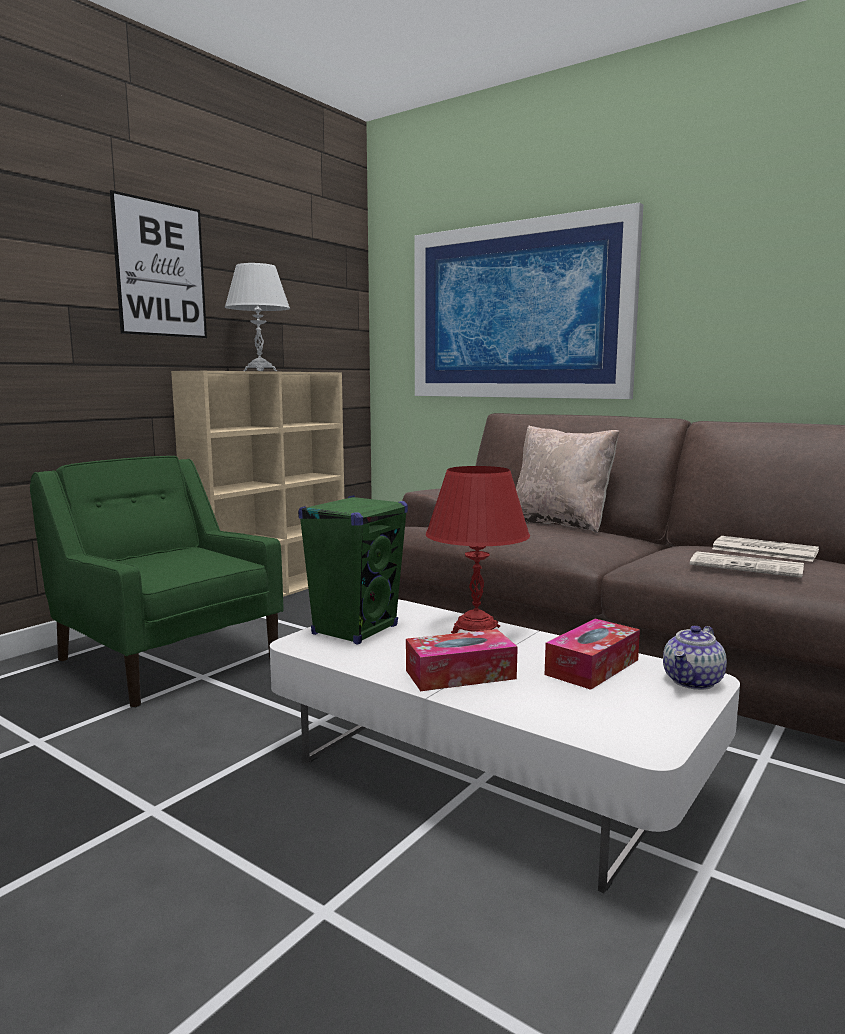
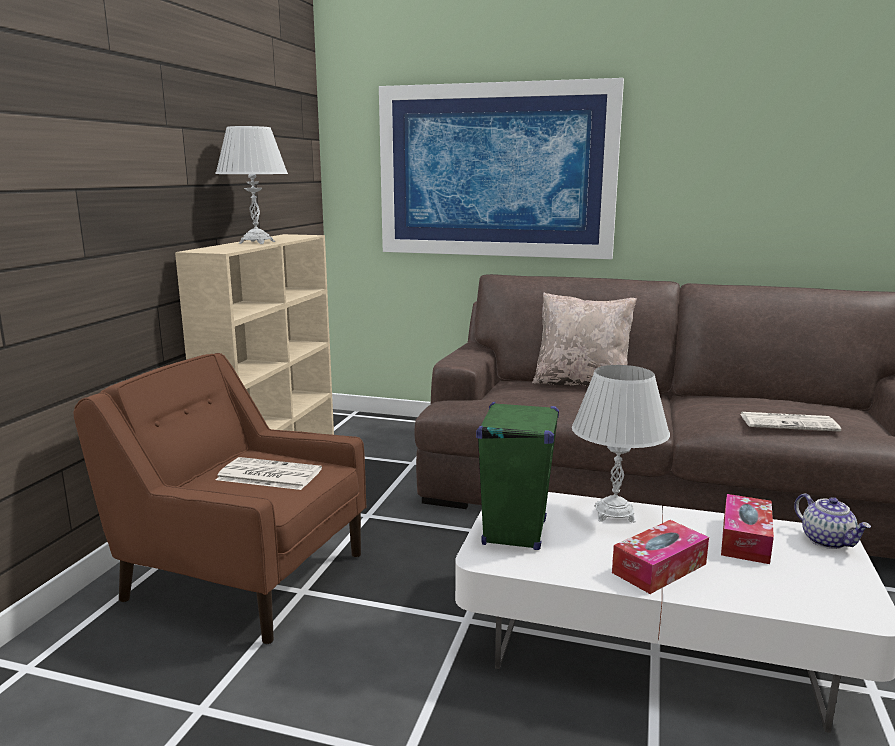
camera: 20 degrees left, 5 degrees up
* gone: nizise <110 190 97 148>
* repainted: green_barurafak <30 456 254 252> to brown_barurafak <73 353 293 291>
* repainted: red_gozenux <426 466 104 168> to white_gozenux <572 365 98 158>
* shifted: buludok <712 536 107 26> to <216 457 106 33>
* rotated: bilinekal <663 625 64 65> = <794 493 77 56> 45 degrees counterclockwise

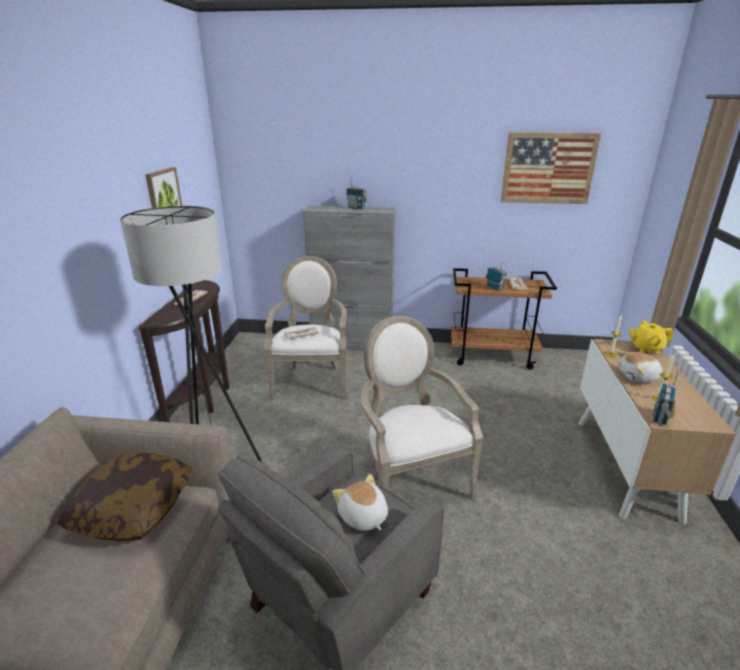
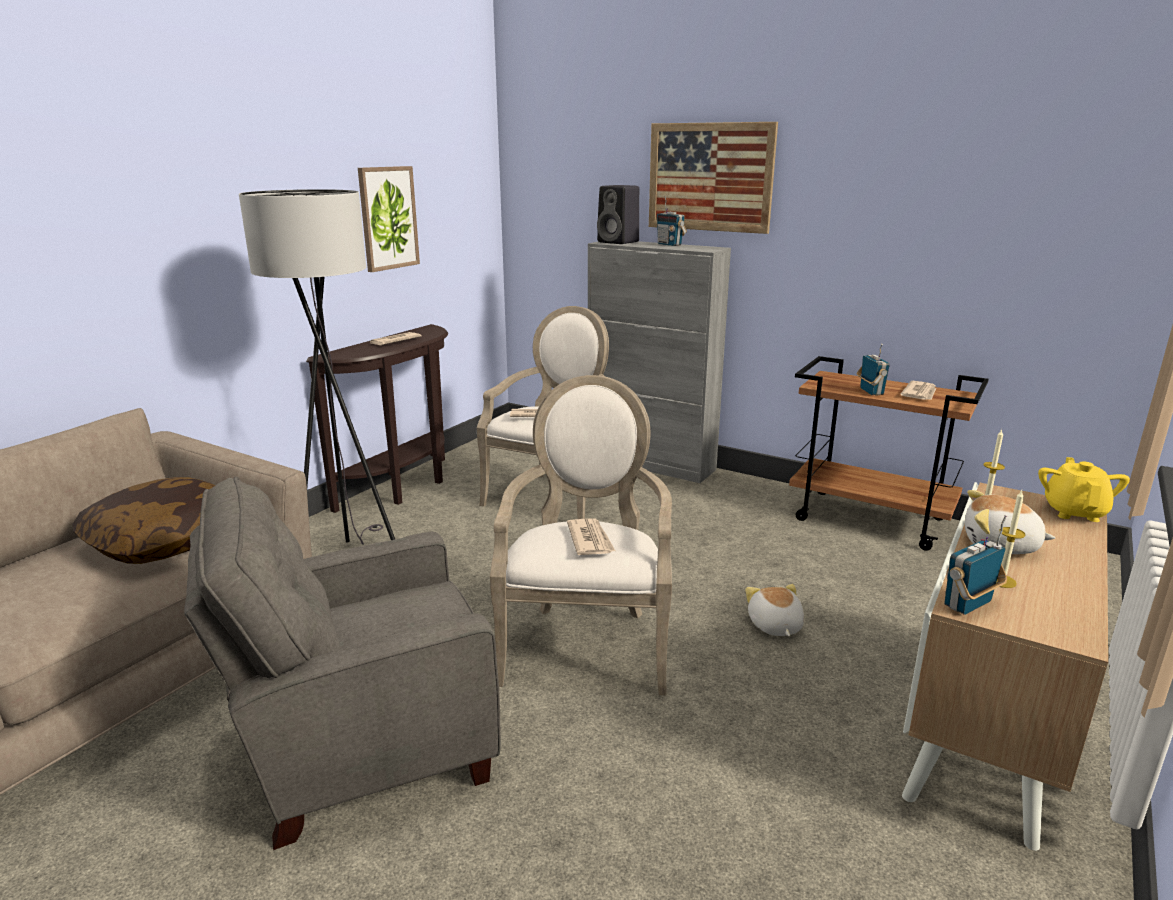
camera: 25 degrees right, 5 degrees down
* shifted: nizise <501 132 100 72> to <649 122 129 112>
* rotated: yellow_bilinekal <629 321 44 32> = <1038 457 92 65> 75 degrees clockwise
* shifted: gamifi <332 474 56 57> to <745 584 59 52>
* new: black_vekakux <597 185 42 59>
* new: buludok <567 519 48 36>

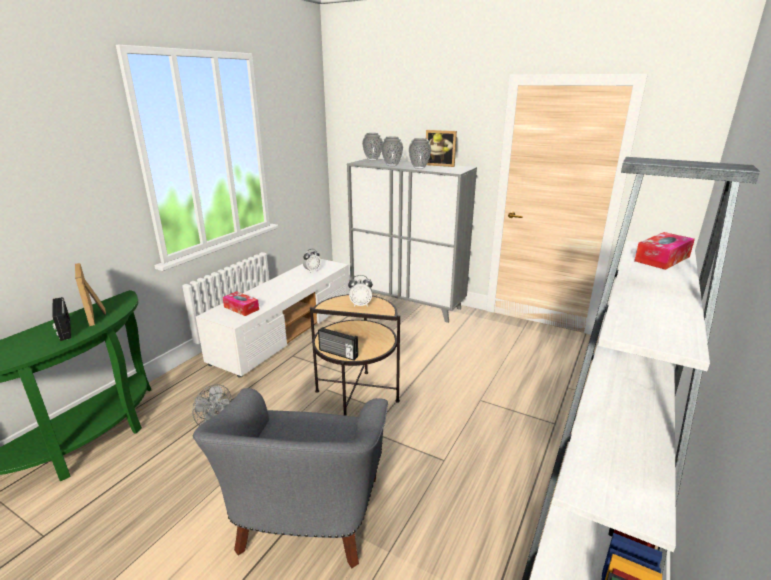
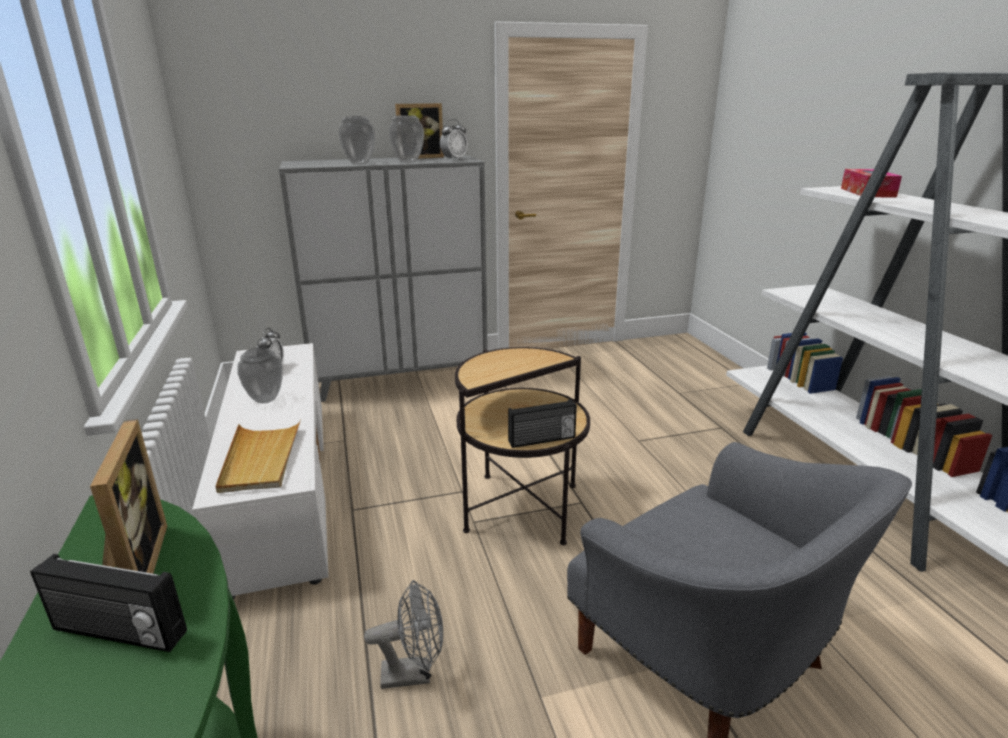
camera: 45 degrees left, 0 degrees up
* shifted: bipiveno <362 133 21 28> to <237 347 46 56>
* rotated: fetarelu <75 263 31 63> = <90 419 77 155> 120 degrees counterclockwise
* shifted: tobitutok <348 275 25 32> to <440 119 28 41>
* swapped: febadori <222 291 37 25> to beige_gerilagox <215 419 86 74>

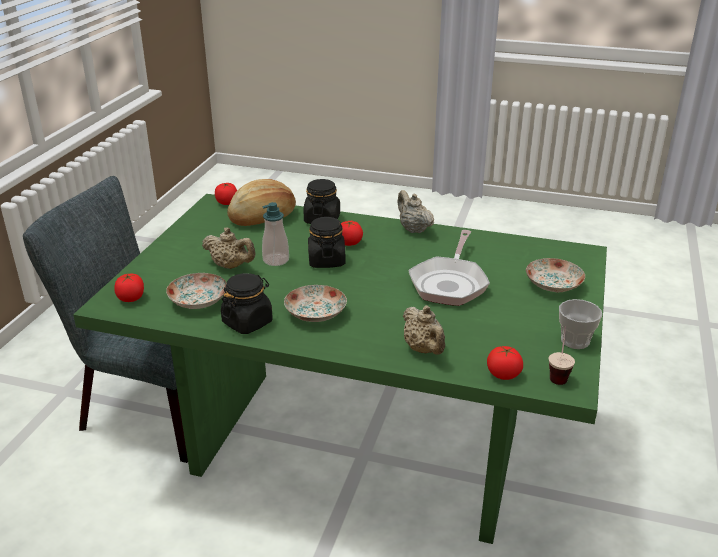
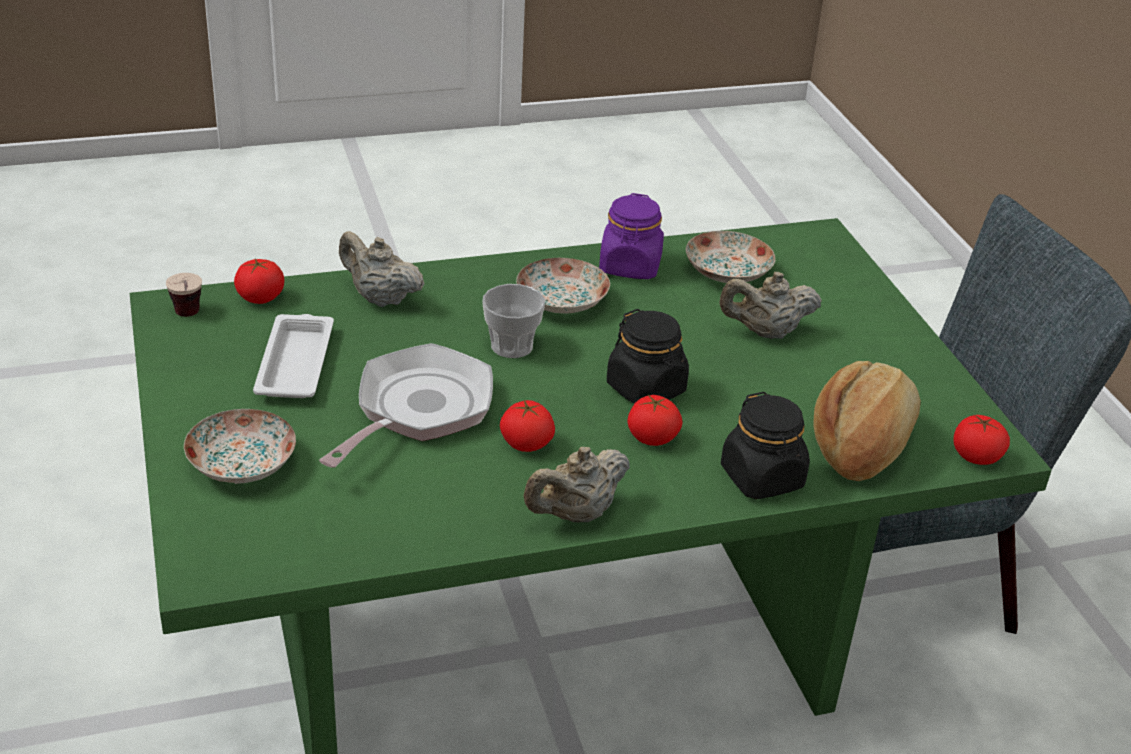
camera: 145 degrees right, 5 degrees up
* rotated: beige_bilinekal <397 190 37 43> = <524 447 106 75> 120 degrees clockwise
* gone: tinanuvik <262 202 27 64>
* rotated: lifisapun <408 230 82 76> = <319 343 174 125> 45 degrees clockwise
* repainted: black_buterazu <221 273 52 61> to purple_buterazu <599 193 65 86>
* shifted: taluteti <114 274 30 28> to <500 400 55 52>
* shifted: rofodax <559 299 43 50> to <482 284 63 74>
* new: white_gerilagox <253 314 81 84>

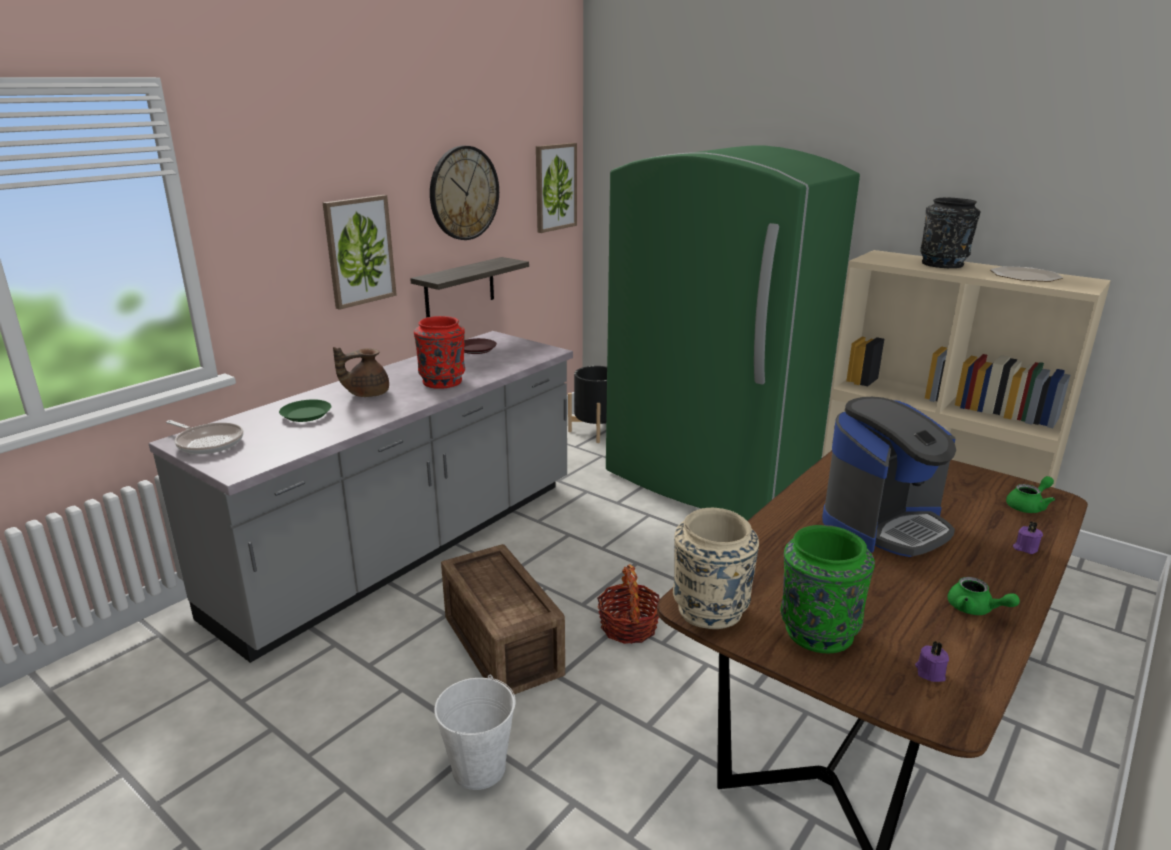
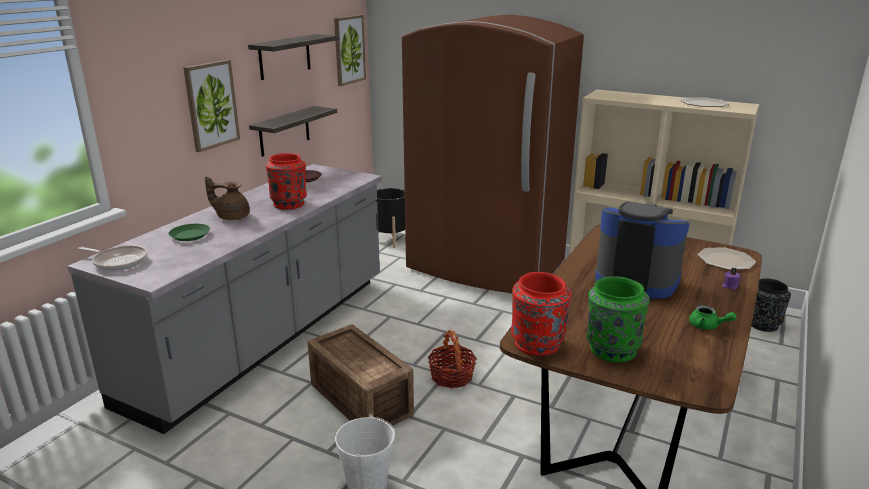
camera: 10 degrees left, 0 degrees up
* swapped: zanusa <430 146 69 94> to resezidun <248 34 91 46>
* repainted: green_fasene <606 146 254 375> to brown_fasene <402 15 182 278>
* shifted: black_bipiveno <920 198 61 70> to <752 278 39 54>
* rotated: brown_bilinekal <333 347 56 50> = <205 176 45 44> 45 degrees clockwise
* rotated: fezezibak <822 397 134 160> = <595 201 95 98> 105 degrees counterclockwise
* swapped: green_bilinekal <1006 476 49 37> to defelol <698 247 58 23>
* repainted: beige_bipiveno <673 508 86 121> to red_bipiveno <511 272 60 84>
* gone: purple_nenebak <915 641 34 41>

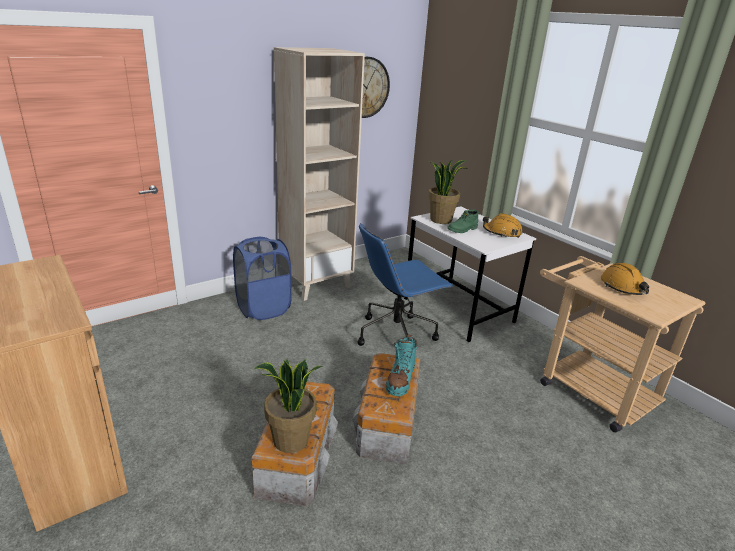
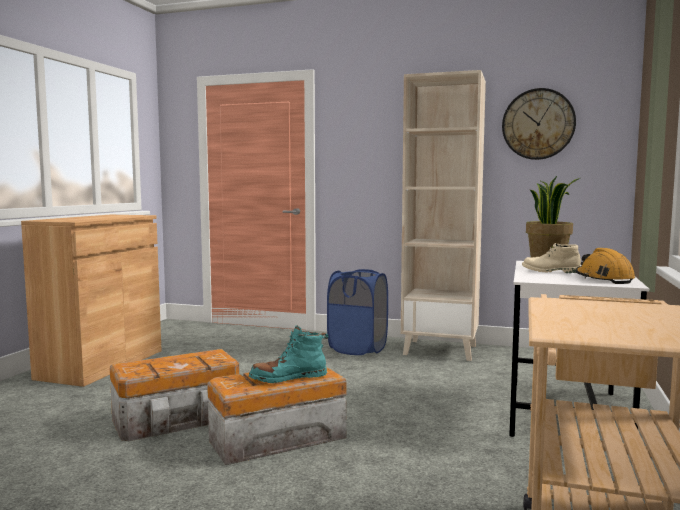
camera: 55 degrees right, 20 degrees down
* repainted: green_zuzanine <447 210 32 23> to beige_zuzanine <522 243 59 30>
* gone: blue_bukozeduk <358 223 96 123>
* gone: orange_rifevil <601 263 48 32>
* gone: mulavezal <254 359 69 94>

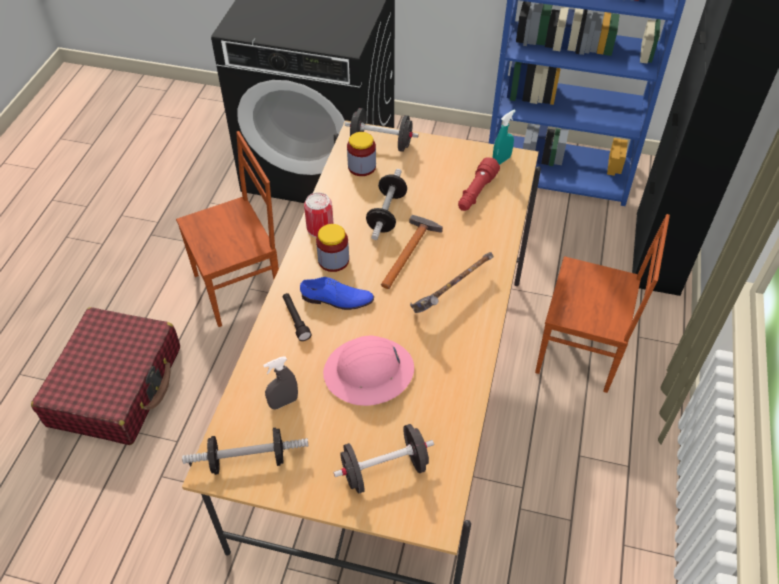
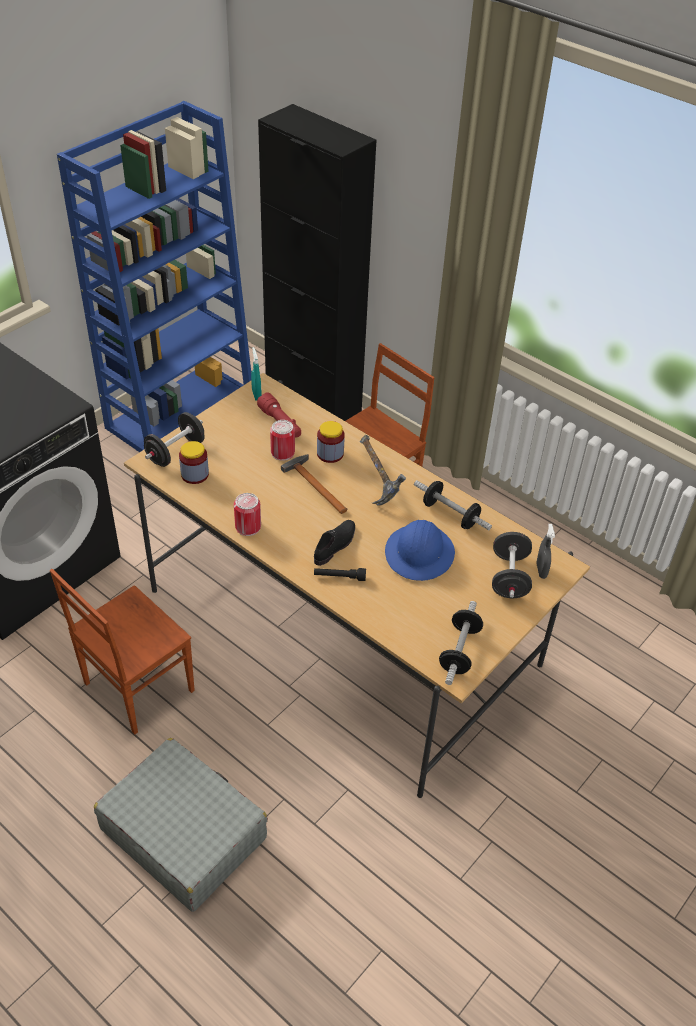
camera: 65 degrees left, 5 degrees down
* rotated: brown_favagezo <176 131 103 196> = <50 569 145 166> 135 degrees counterclockwise
* shifted: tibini <366 169 41 71> to <414 480 78 50>
* shifted: buterazu <316 224 33 48> to <317 421 28 42>
* repainted: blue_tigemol <300 277 74 33> to black_tigemol <314 520 41 46>
* repainted: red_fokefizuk <31 307 149 138> to grey_fokefizuk <94 738 174 174>
* repainted: pink_rifevil <323 336 91 70> to blue_rifevil <385 520 70 61>
* shifted: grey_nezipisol <263 356 35 54> to <536 524 19 55>
* new: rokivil <270 420 25 41>

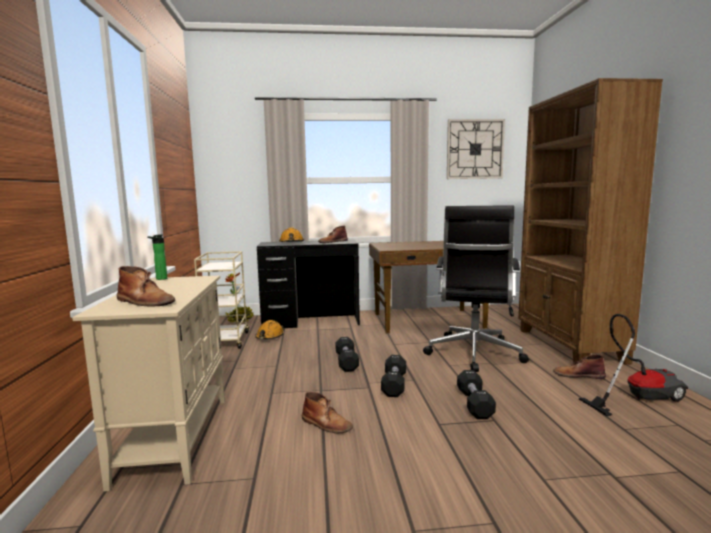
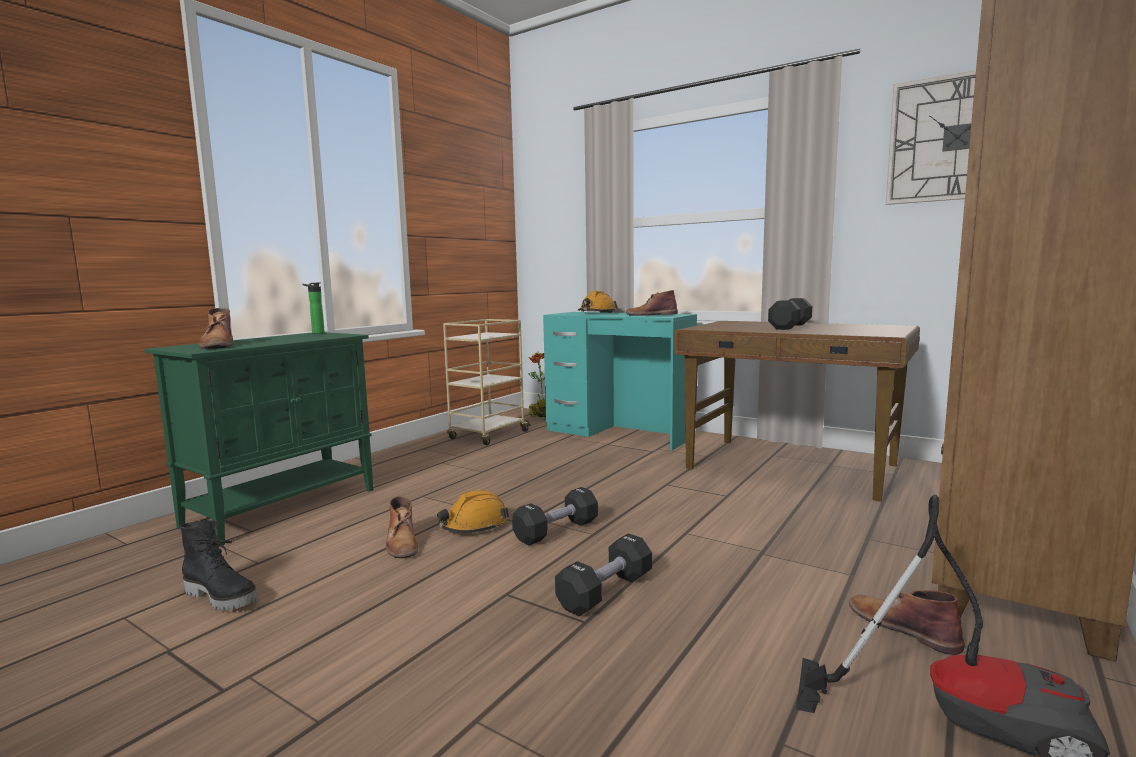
camera: 40 degrees right, 0 degrees up
* gone: black_bukozeduk <423 205 106 167>
* repainted: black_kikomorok <257 240 103 88> to turquoise_kikomorok <543 312 154 138>
* repainted: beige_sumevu <72 276 153 216> to green_sumevu <144 332 230 215>
* shifted: orange_rifevil <255 320 29 19> to <437 490 72 43>
* shifted: black_tibini <335 337 24 35> to <768 298 44 32>
* new: black_zuzanine <179 520 78 91>

